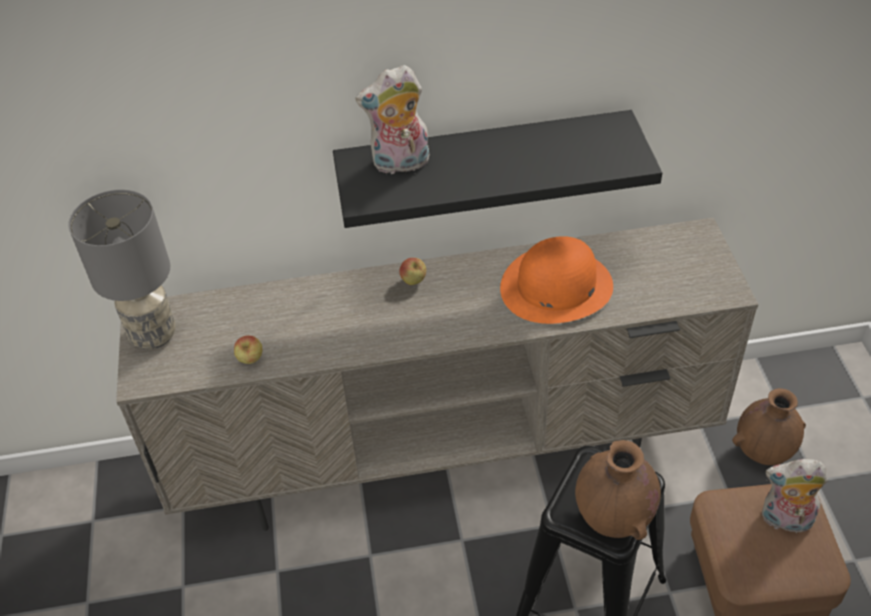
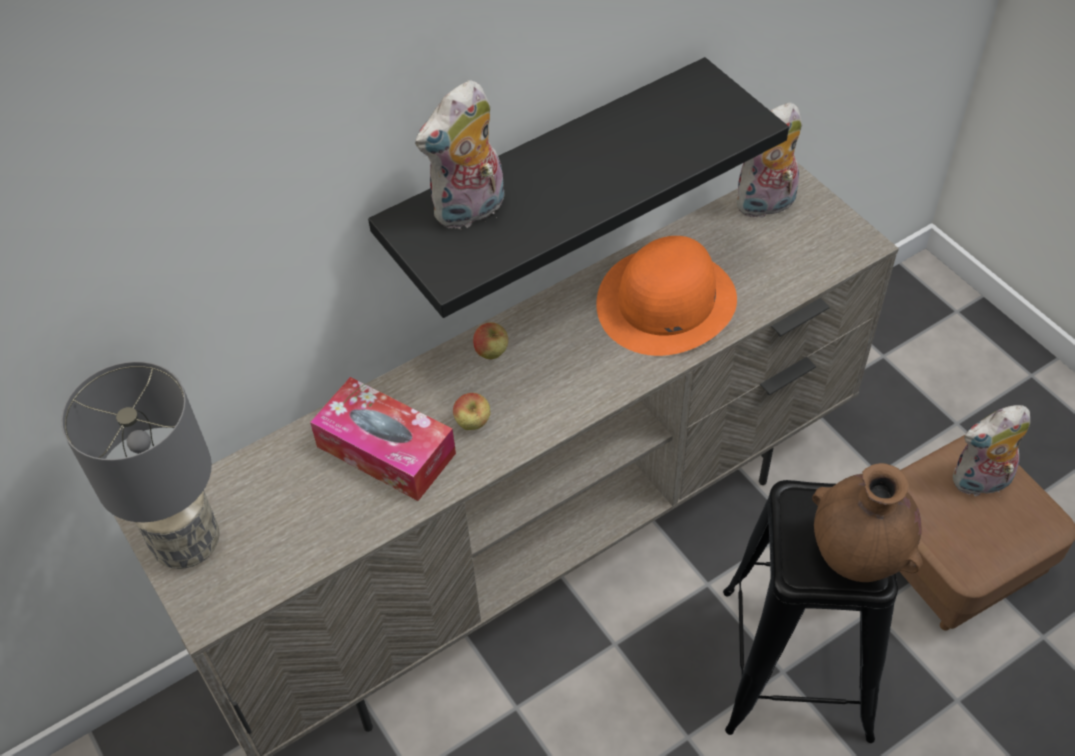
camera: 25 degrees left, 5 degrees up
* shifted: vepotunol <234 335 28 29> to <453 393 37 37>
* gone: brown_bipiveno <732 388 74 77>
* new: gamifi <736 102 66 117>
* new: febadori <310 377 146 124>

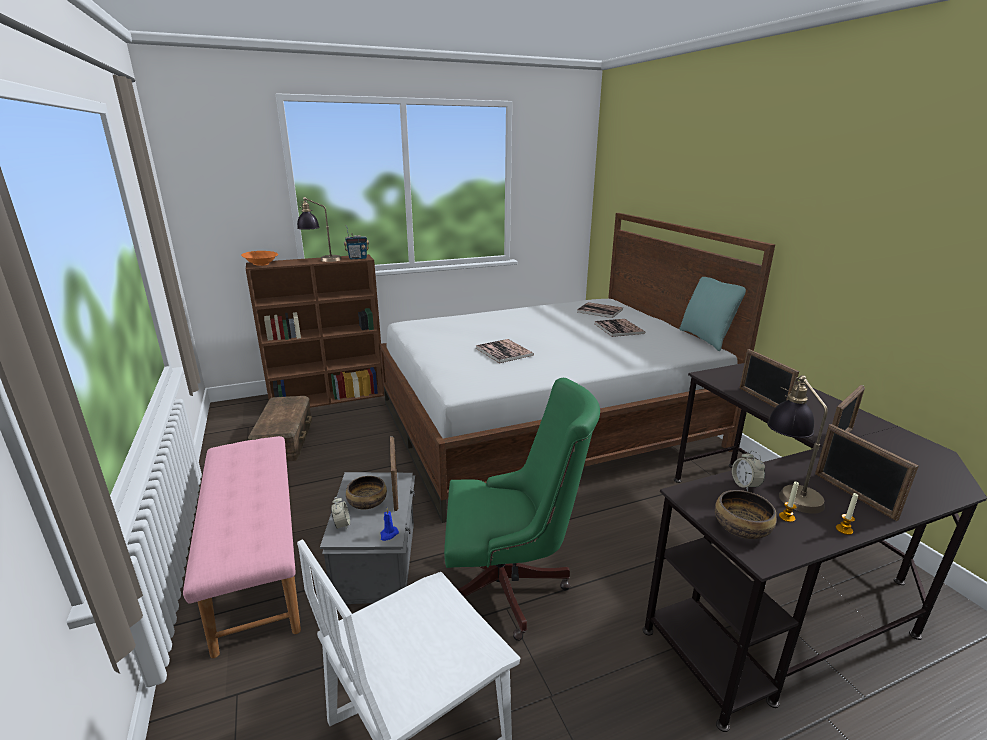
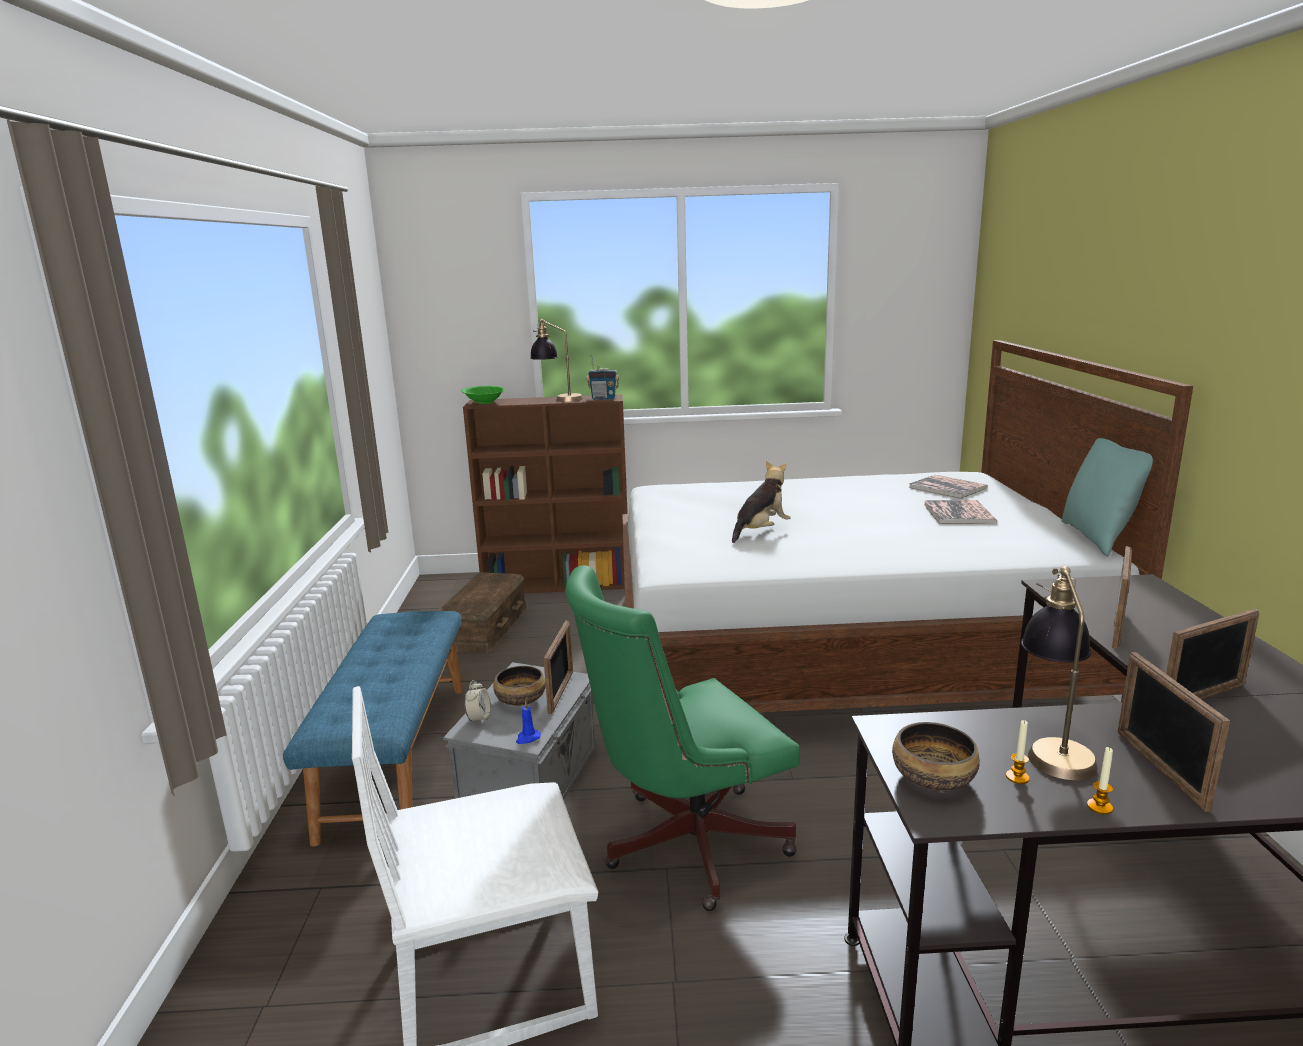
camera: 20 degrees right, 5 degrees down
* repainted: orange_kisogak <241 251 37 15> to green_kisogak <462 386 43 18>
* swapped: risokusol <476 339 58 24> to gamifi <732 461 58 82>
* rotated: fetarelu <740 349 59 59> = <1112 546 20 103> 150 degrees counterclockwise
* rotated: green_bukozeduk <444 378 156 263> = <565 565 235 346> 135 degrees clockwise
* repainted: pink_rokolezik <183 436 118 222> to blue_rokolezik <283 611 180 236>
* gone: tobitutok <732 450 33 41>

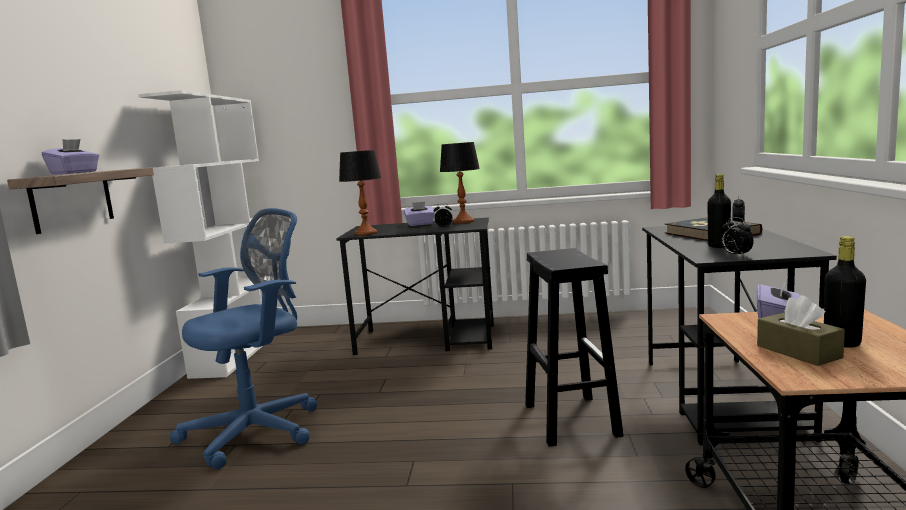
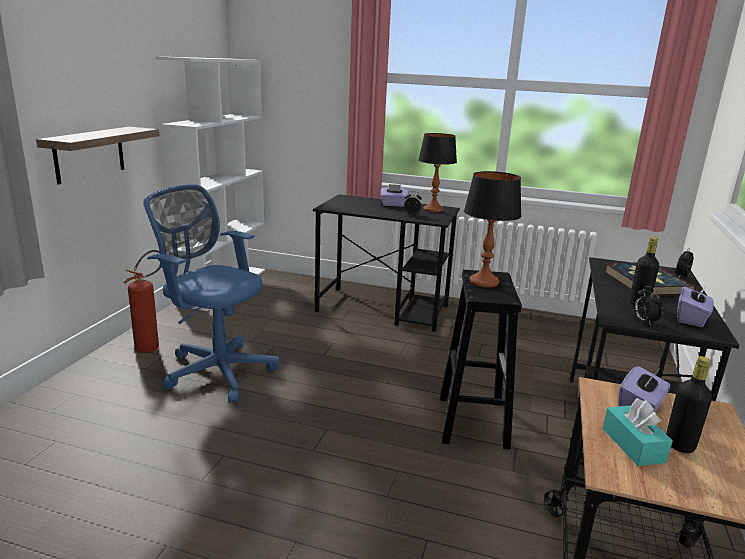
camera: 10 degrees right, 10 degrees up
* shifted: purple_febadori <42 139 57 36> to <677 285 37 42>
* shifted: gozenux <339 150 42 86> to <464 171 58 116>
* rotated: blue_bukozeduk <170 208 148 261> = <143 184 136 219> 120 degrees counterclockwise
* repainted: brown_febadori <757 295 88 71> to turquoise_febadori <603 398 70 68>
* new: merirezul <124 250 36 103>

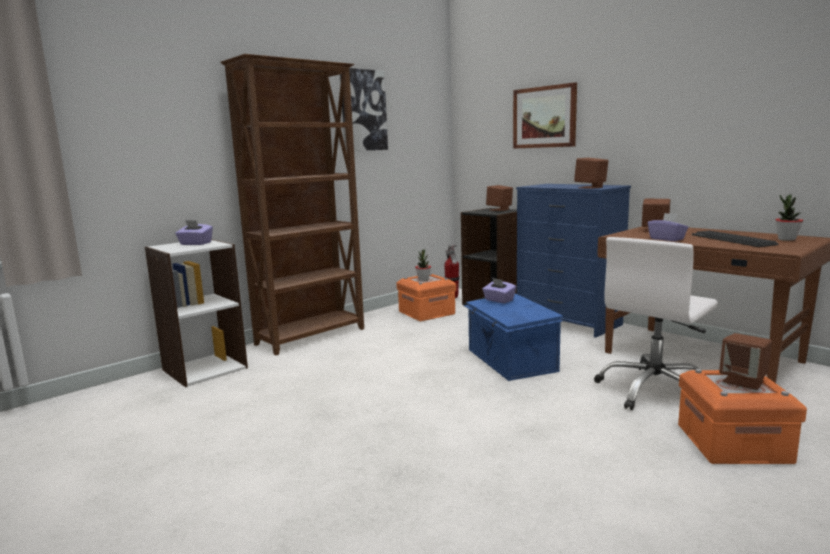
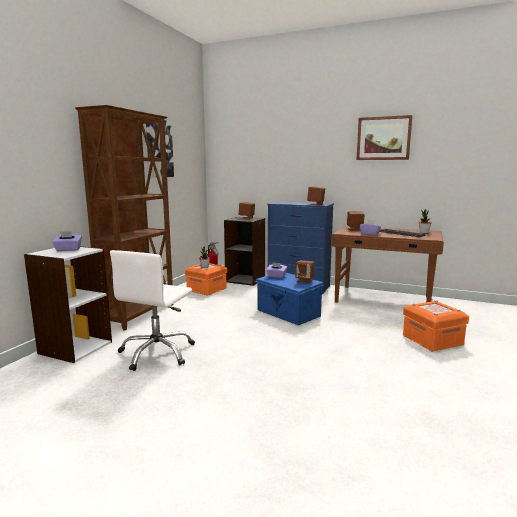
camera: 25 degrees left, 0 degrees up
* shifted: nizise <513 82 64 67> to <356 115 57 45>
* shifted: white_bukozeduk <594 237 124 173> to <110 250 85 121>
* shifted: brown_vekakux <719 333 53 57> to <295 260 20 23>

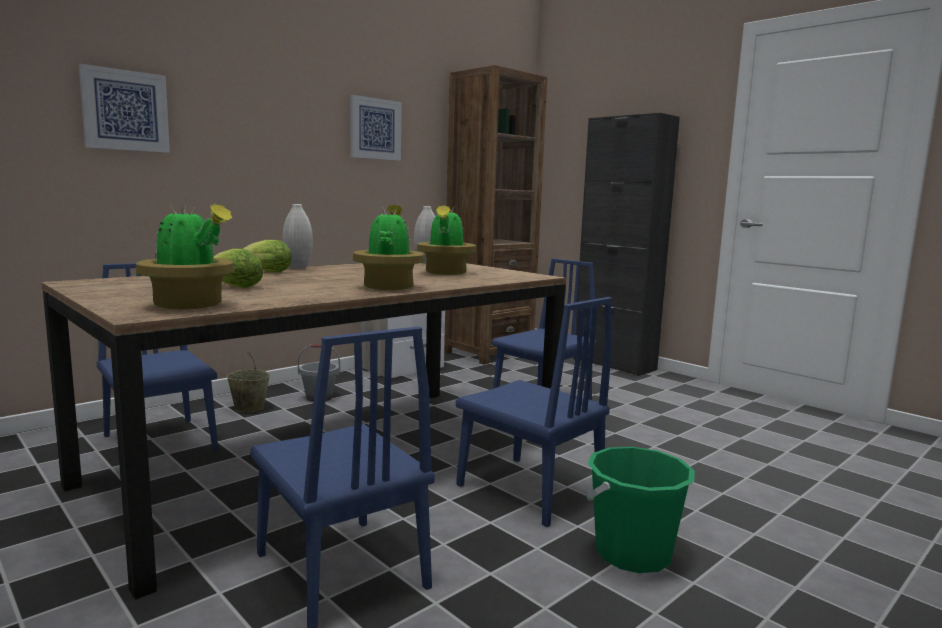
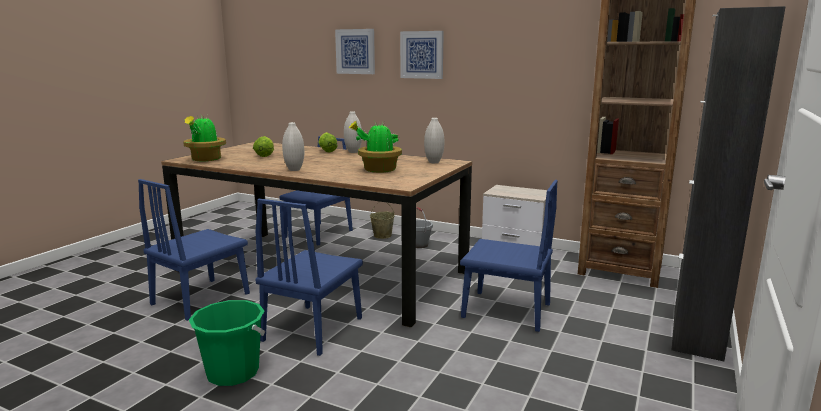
camera: 70 degrees right, 5 degrees up
* shifted: nizise <350 95 51 66> to <400 31 44 48>
* swapped: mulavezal <353 205 72 85> to white_bipiveno <282 122 22 49>

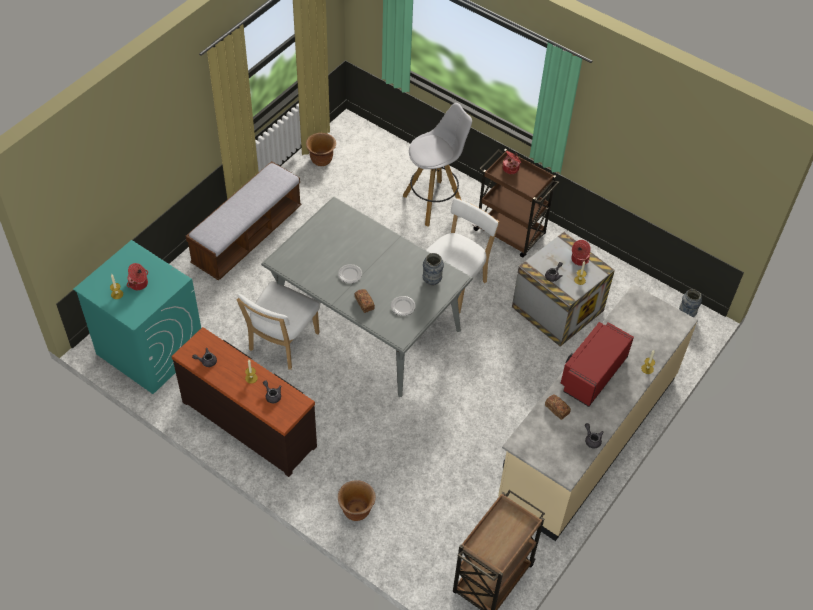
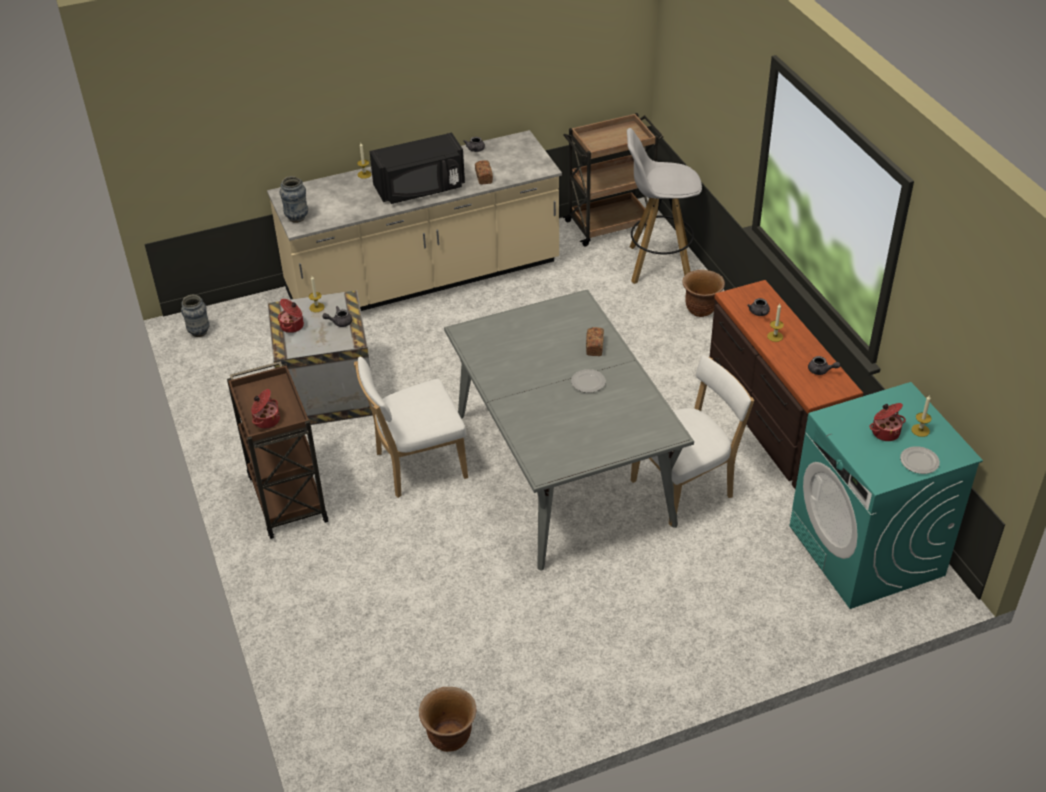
camera: 145 degrees left, 10 degrees down
* shifted: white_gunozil <403 103 69 123> to <627 128 75 156>
* gone: rokolezik <186 161 116 120>
* shifted: bipiveno <423 253 21 33> to <280 176 28 47>
* shifted: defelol <391 296 25 20> to <900 446 40 28>
* repainted: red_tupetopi <561 322 73 85> to black_tupetopi <369 133 96 71>

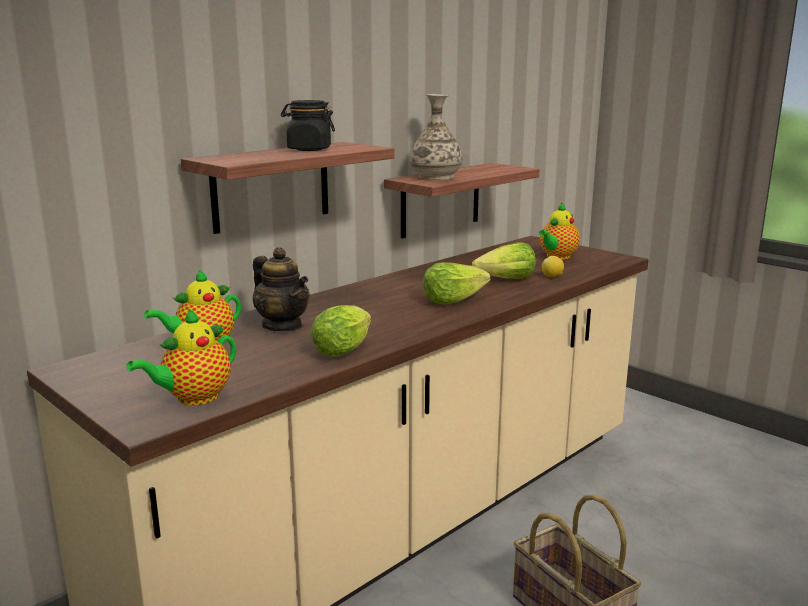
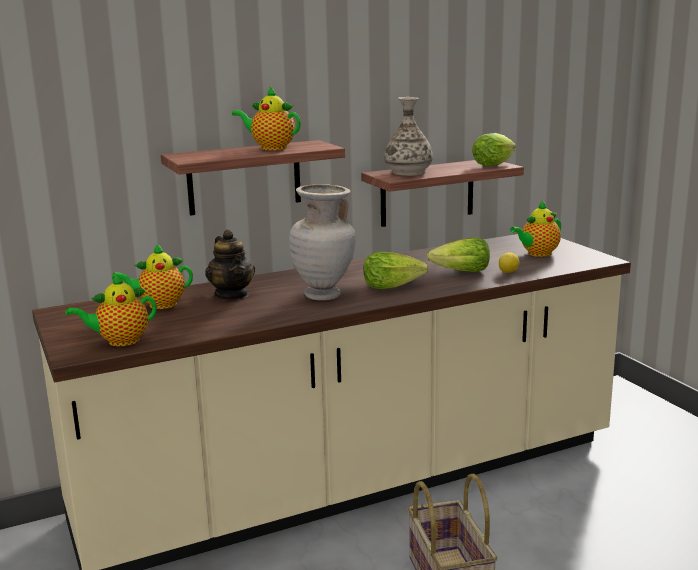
camera: 20 degrees right, 0 degrees up
* swapped: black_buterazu <281 100 54 51> to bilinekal <232 87 69 63>
* shifted: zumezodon <310 305 61 52> to <472 133 44 34>
* new: beige_bipiveno <289 184 67 116>

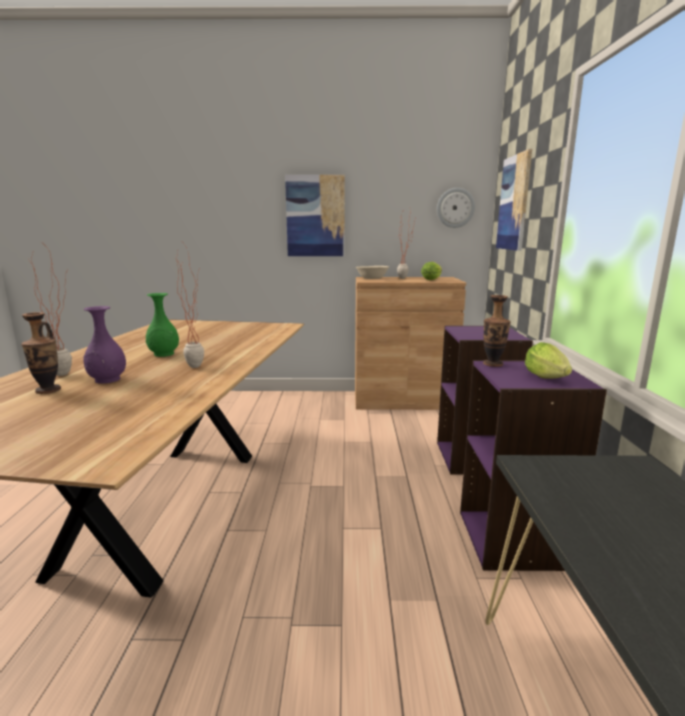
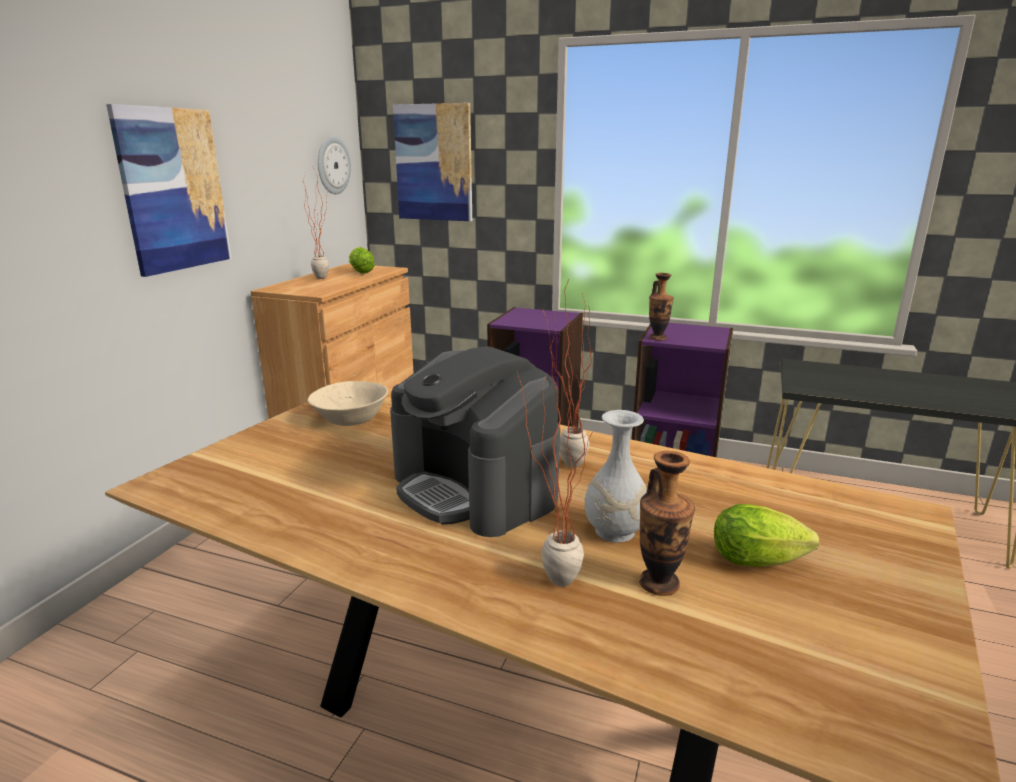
camera: 70 degrees left, 5 degrees up
* shifted: beige_kisogak <356 266 33 13> to <307 381 81 45>
* swapped: green_bipiveno <146 293 33 64> to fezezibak <390 346 170 191>
* repainted: purple_bipiveno <83 306 43 78> to white_bipiveno <584 410 63 133>
* shifted: zumezodon <525 342 47 37> to <714 504 105 63>

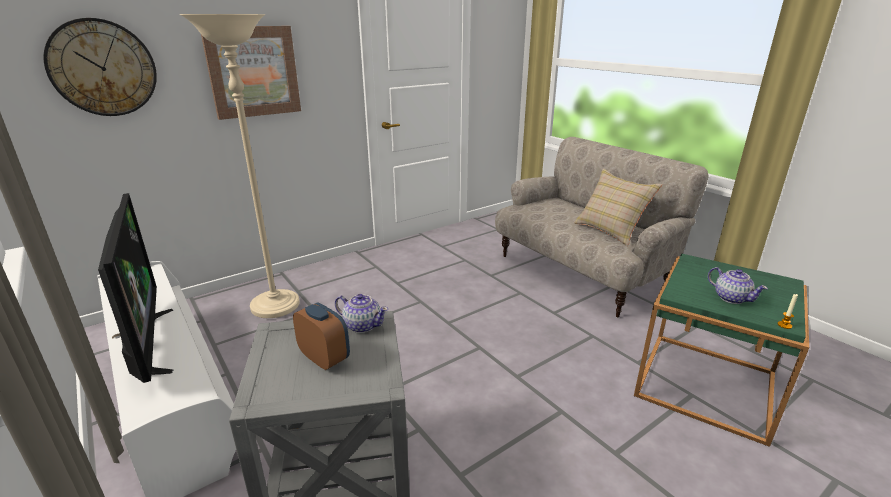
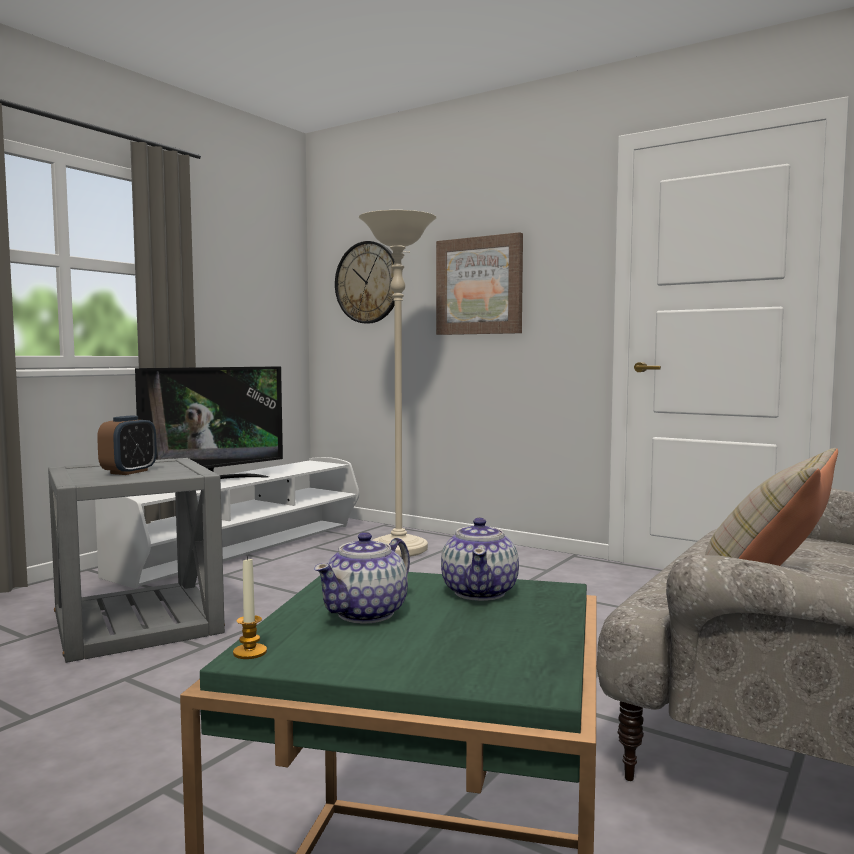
camera: 70 degrees right, 20 degrees down
* shifted: bilinekal <335 294 53 39> to <441 518 78 83>

